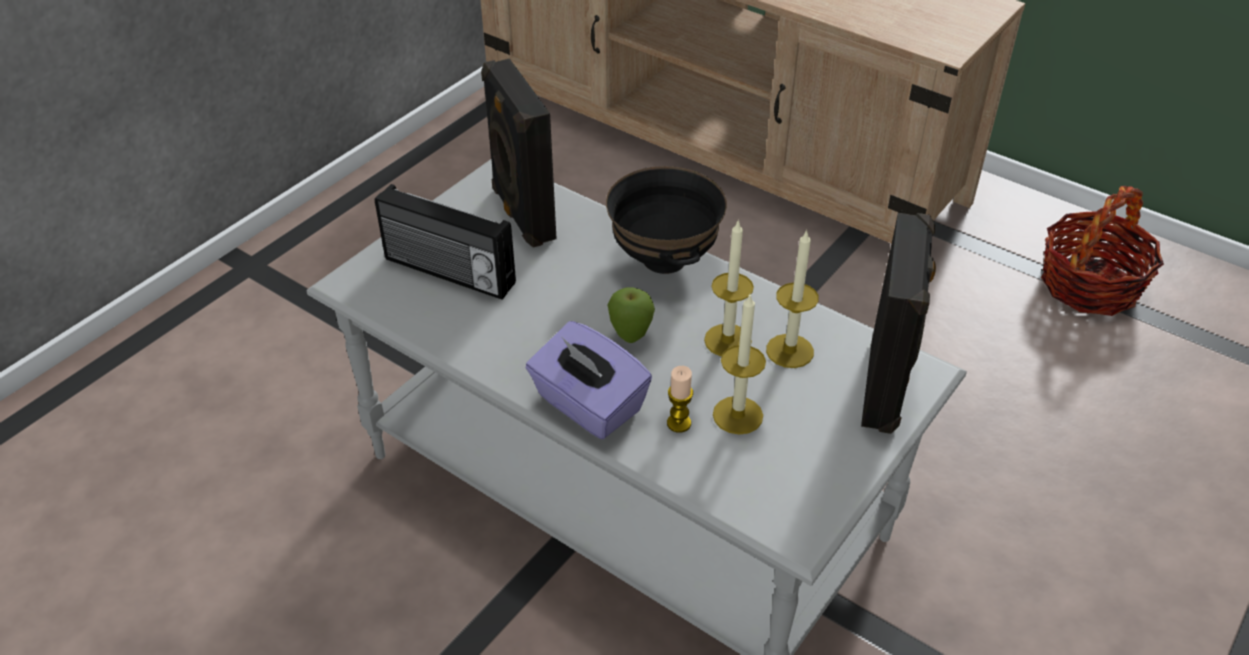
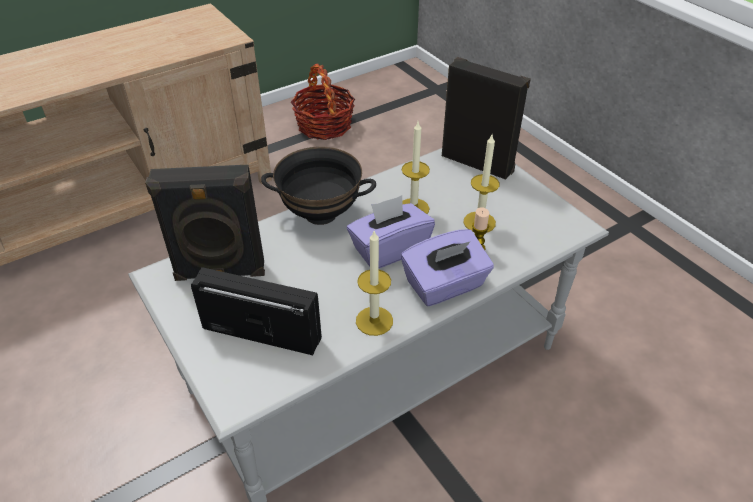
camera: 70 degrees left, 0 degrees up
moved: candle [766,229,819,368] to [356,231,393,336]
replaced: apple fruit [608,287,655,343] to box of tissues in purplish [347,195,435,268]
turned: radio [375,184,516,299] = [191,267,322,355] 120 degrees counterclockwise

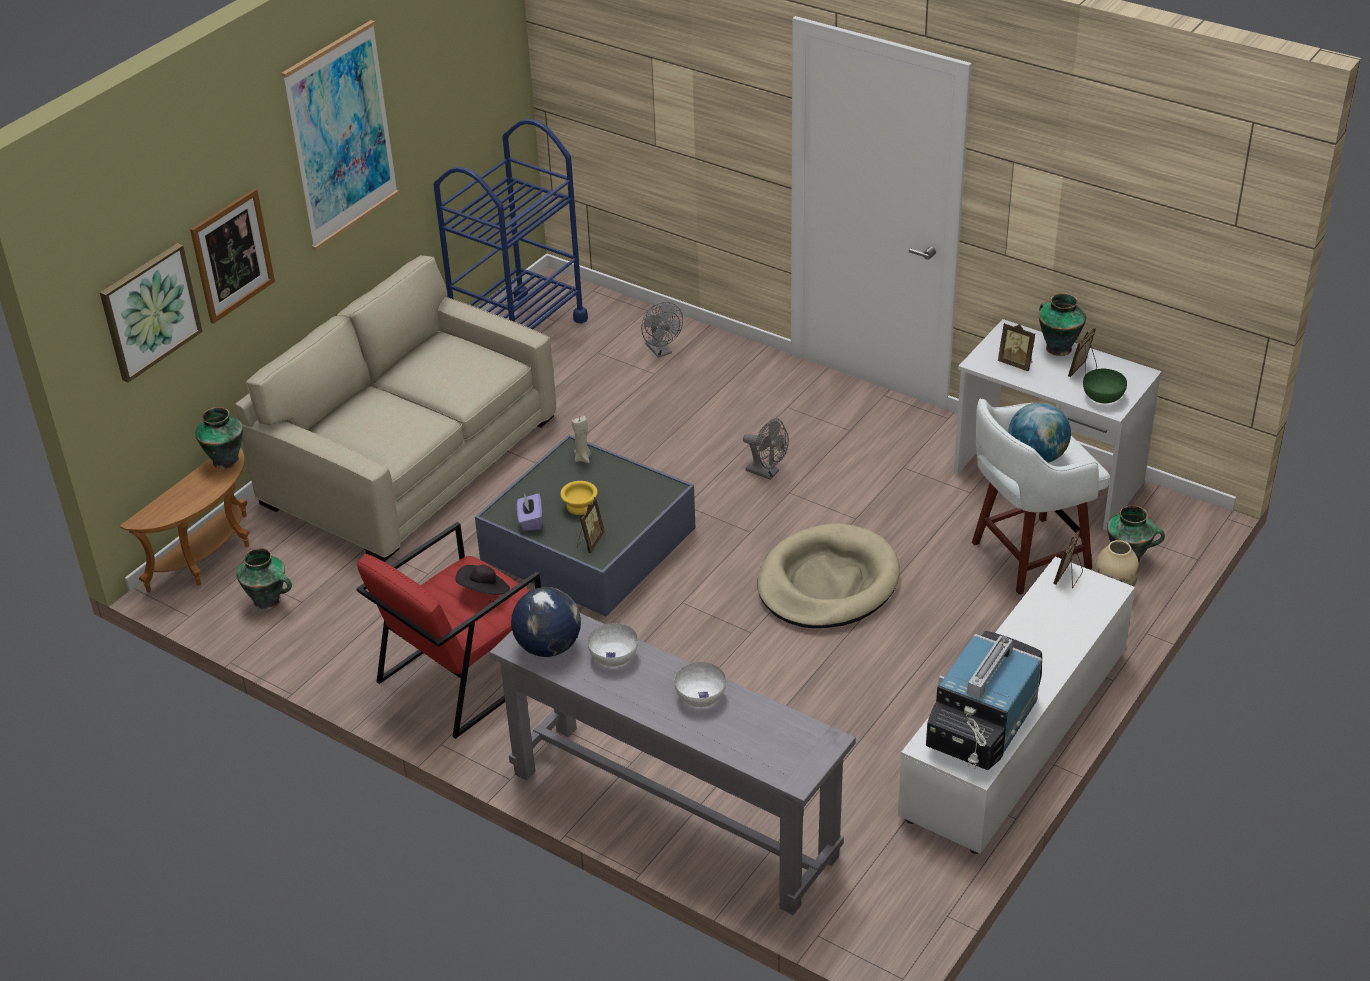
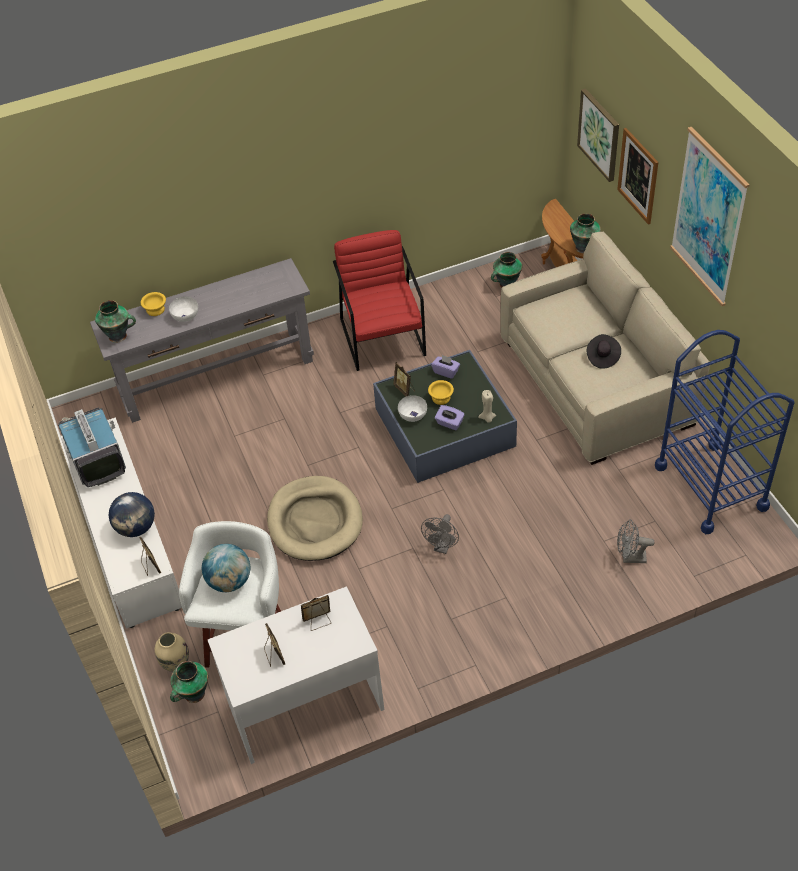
camera: 125 degrees right, 10 degrees up
removed: bowl in green [1083,368,1127,403]
added: bowl in yellow [141,292,166,316]; box of tissues in purplish [435,405,465,430]
moved: clothing hat in blackish [455,565,510,595] to [587,334,621,369]; desk globe [511,587,581,657] to [109,492,155,537]; bowl in white-coloured [588,623,638,667] to [398,395,427,422]; vase [1039,293,1086,356] to [95,300,136,343]
turned: cooling fan in grey [743,418,789,480] = [421,514,459,554] 45 degrees counterclockwise

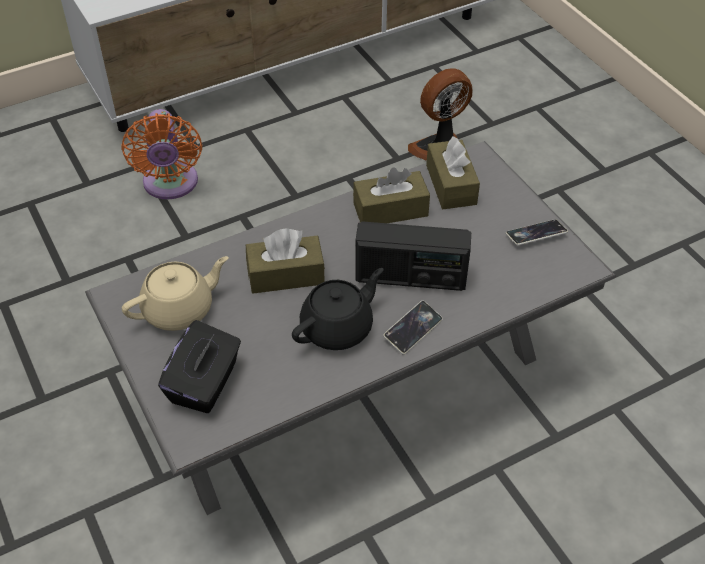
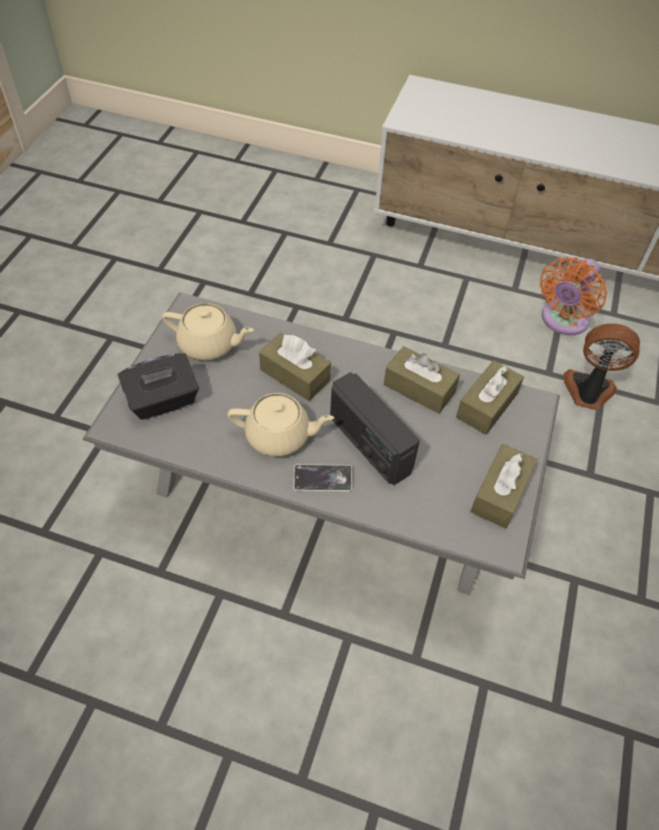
camera: 45 degrees right, 5 degrees up
moved: cooling fan in orange [121,109,202,199] to [539,257,607,335]
replaced: phone [506,219,568,246] to box of tissues in brownish [470,444,538,529]
recoloured: teapot in blackish [292,268,384,350] to teapot in sand-coloured [227,393,334,456]

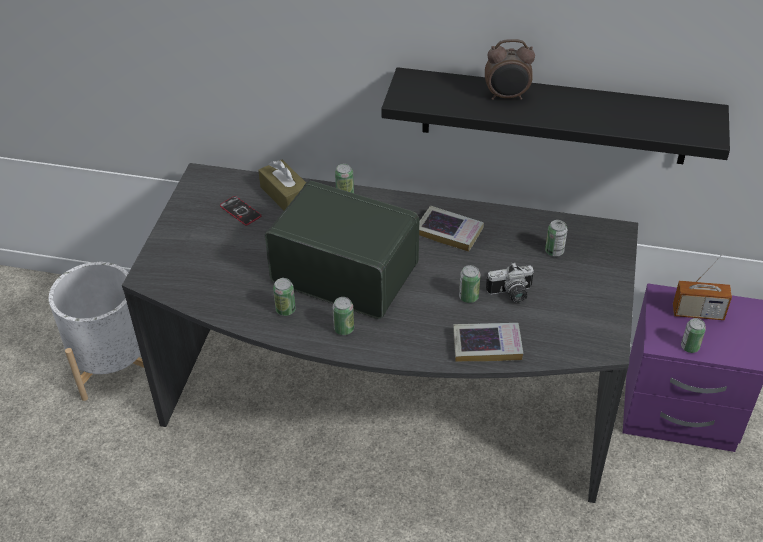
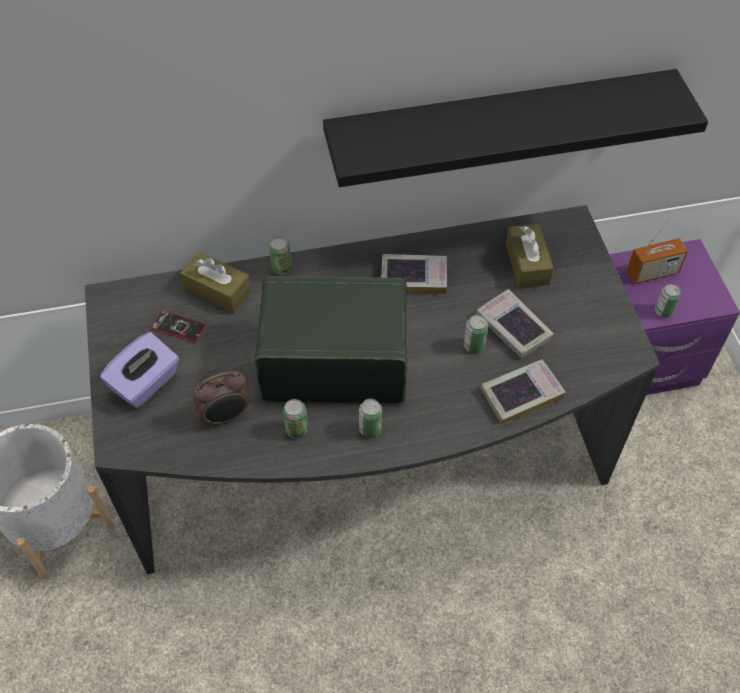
camera: 25 degrees left, 10 degrees up
added: box of tissues in purplish [100,332,179,408]
moved: bedside clock [485,39,535,100] to [193,371,249,428]
replaced: photo camera [486,262,534,303] to volume [476,289,554,358]; can [545,220,568,257] to box of tissues in brownish [506,224,554,289]

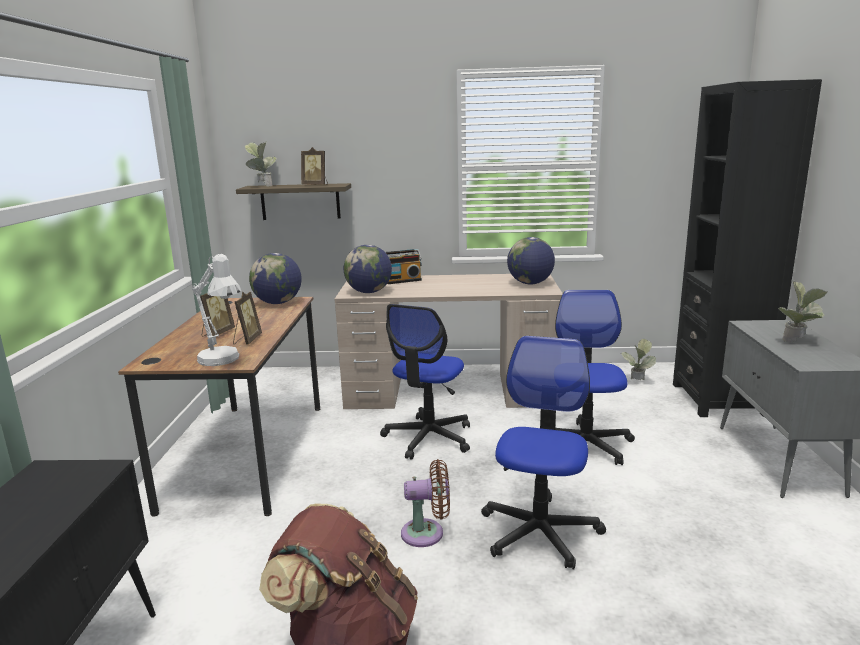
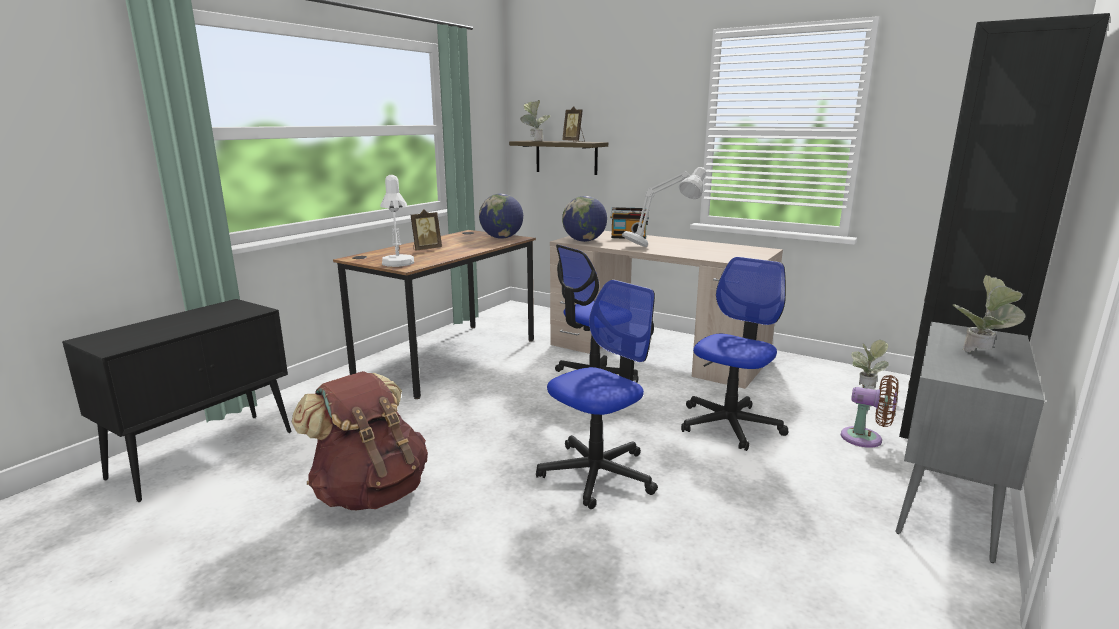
camera: 30 degrees right, 0 degrees up
removed: standing frame [233,291,262,345]; desk globe [507,237,555,284]
added: table lamp in grey [622,167,706,247]
moved: cooling fan in brownish [401,459,450,547] to [841,375,899,448]

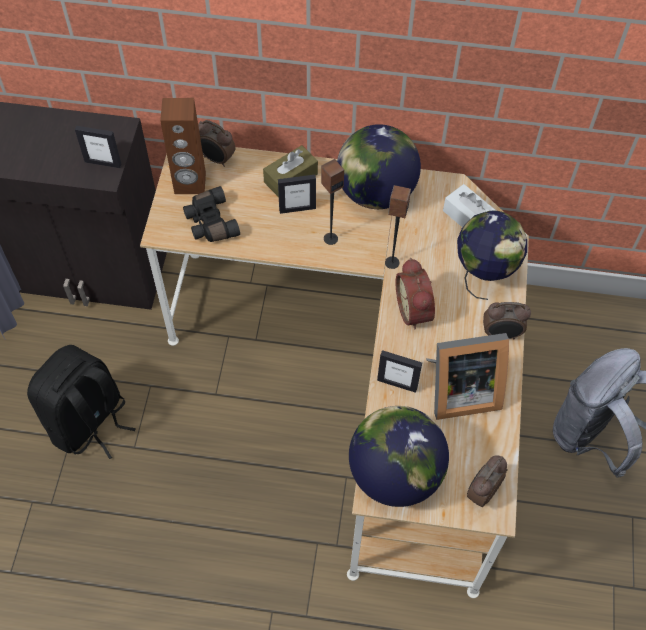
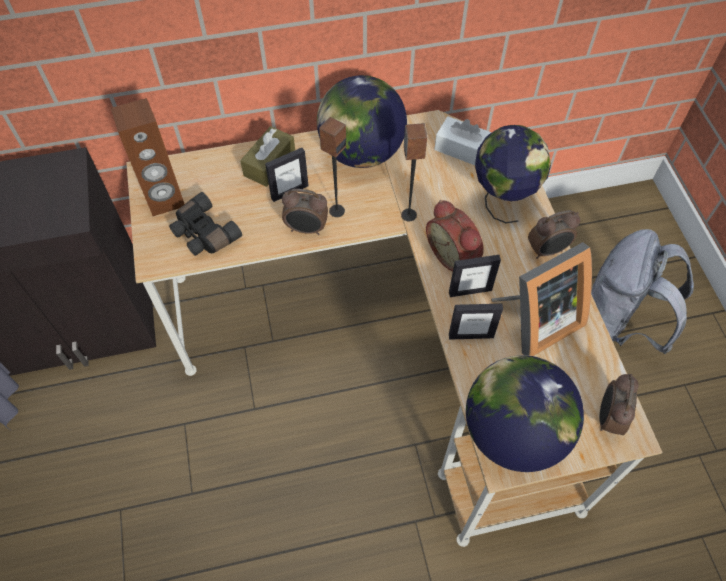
camera: 20 degrees left, 0 degrees up
removed: knapsack in blackish [27,345,136,459]
moved: standing frame [75,126,121,168] to [449,255,501,297]; bedside clock [198,120,236,167] to [282,189,328,235]

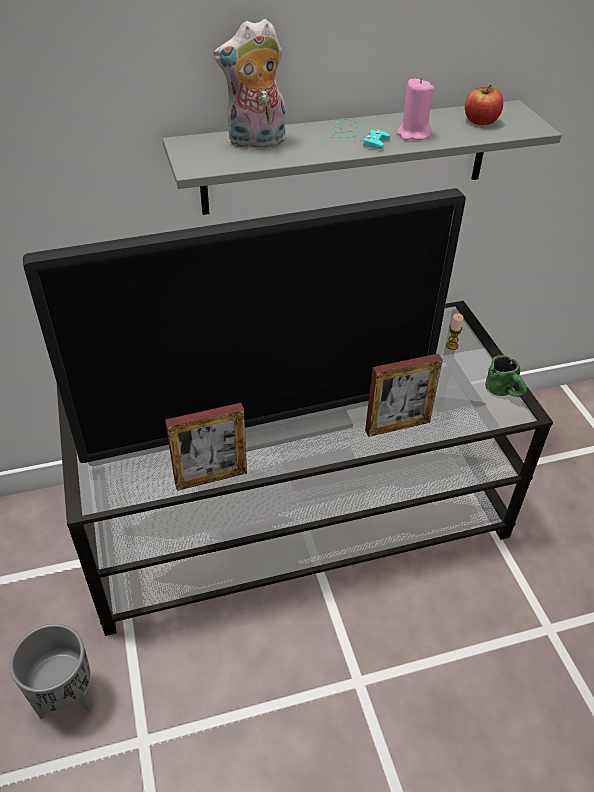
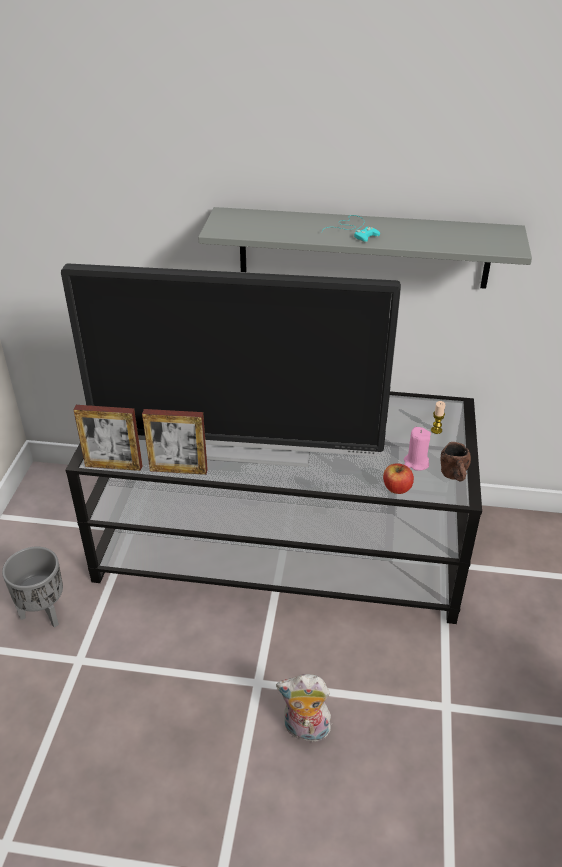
camera: 25 degrees right, 5 degrees down
moved: soft toy [214,19,286,149] to [276,674,331,746]; standing frame [365,354,443,437] to [73,405,143,471]; candle in pink [397,78,434,140] to [404,427,431,471]; apple fruit [465,85,503,125] to [383,463,414,494]
recoloured: tea mug in green [485,355,527,397] to tea mug in brownish [441,442,471,481]

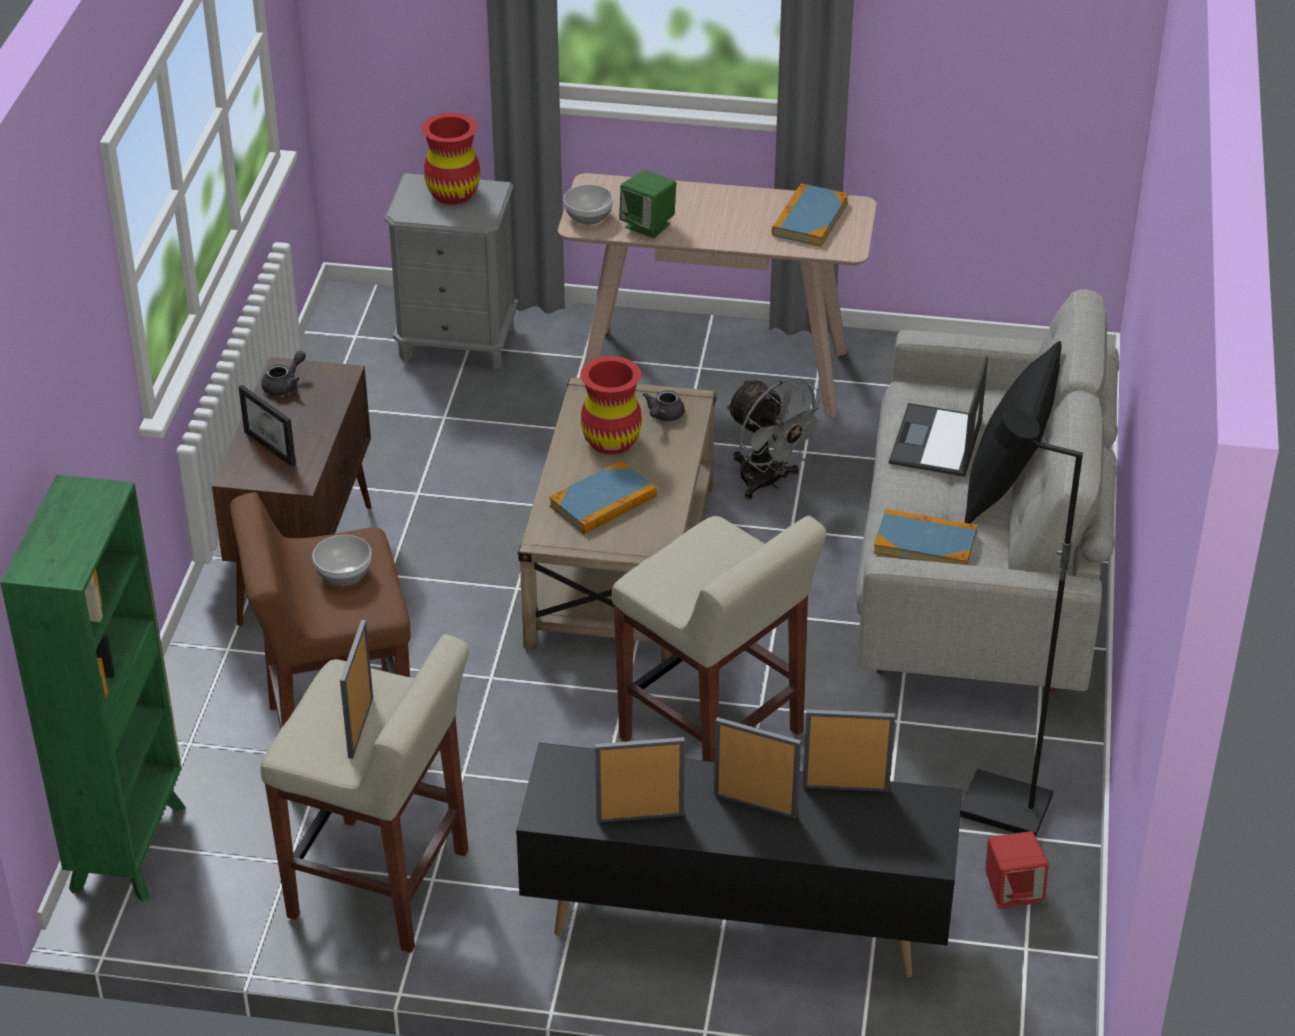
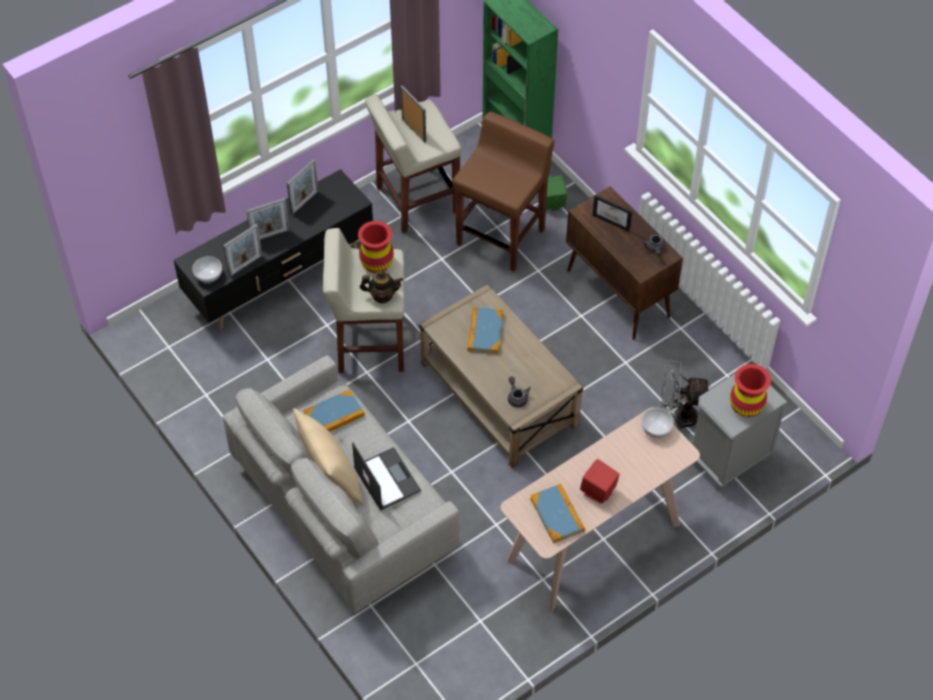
camera: 135 degrees right, 15 degrees up
removed: standing lamp in blackish [960,408,1083,836]
added: teapot [360,271,403,303]
moved: bowl [312,535,372,585] to [192,256,222,283]; vase in red [580,356,642,454] to [358,221,394,273]; loudspeaker in green [619,170,676,238] to [546,175,567,211]; cooling fan in grey [726,378,829,500] to [661,360,711,430]; loudspeaker in red [985,831,1049,909] to [580,459,620,504]
recoloured: cushion in blackish [965,341,1061,524] to cushion in sand-coloured [293,408,364,505]
turned: standing frame [239,385,296,467] = [593,194,632,232] 150 degrees counterclockwise

